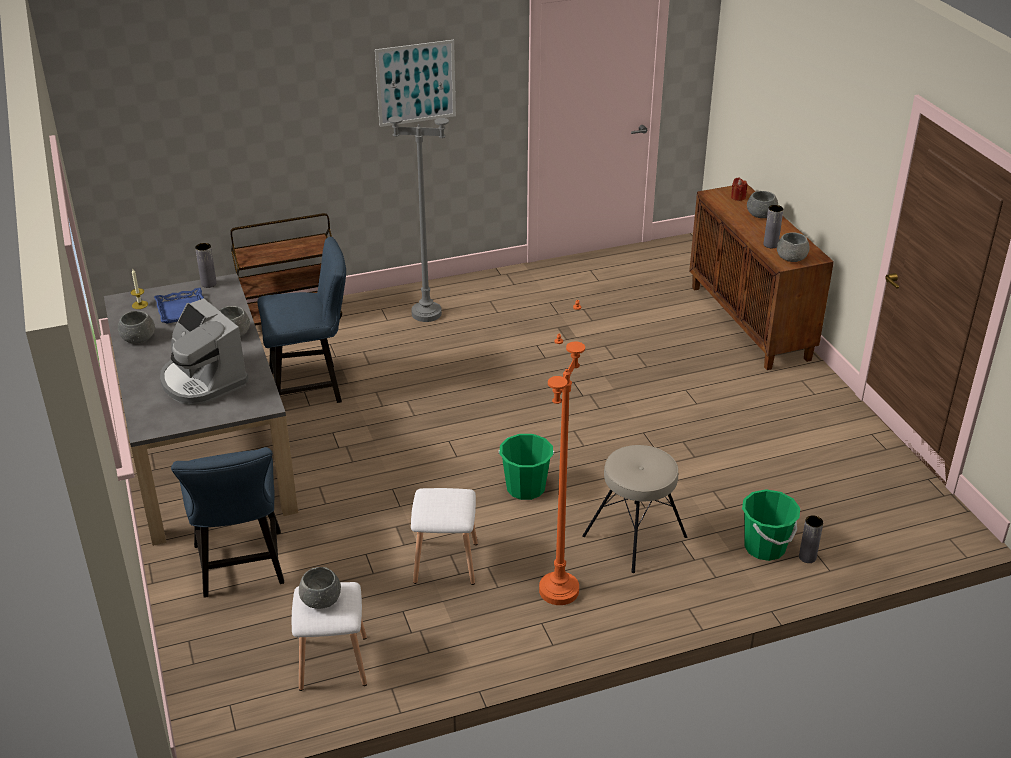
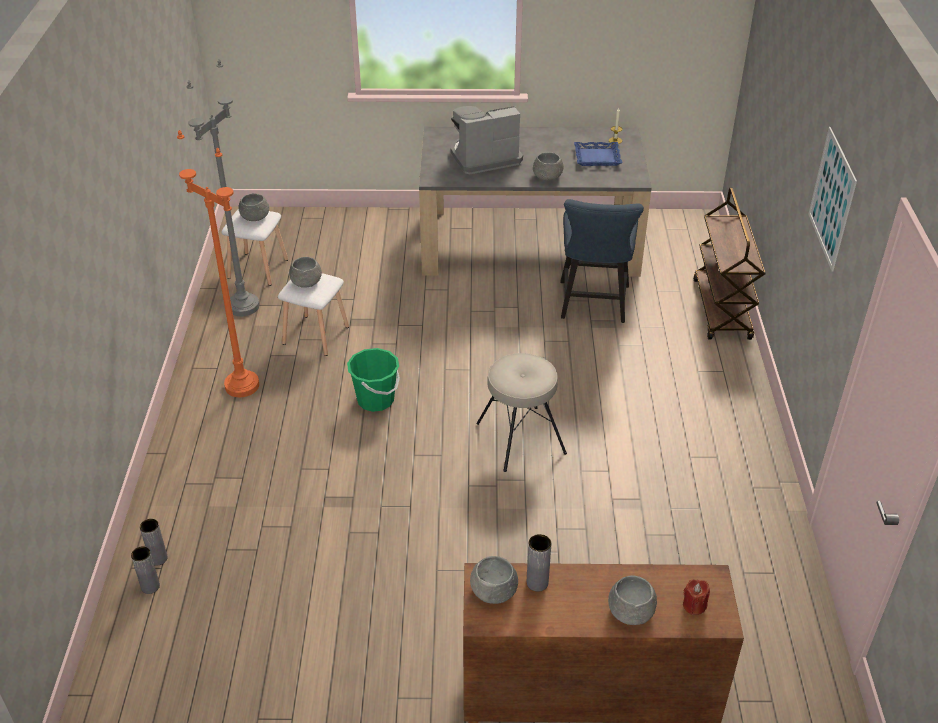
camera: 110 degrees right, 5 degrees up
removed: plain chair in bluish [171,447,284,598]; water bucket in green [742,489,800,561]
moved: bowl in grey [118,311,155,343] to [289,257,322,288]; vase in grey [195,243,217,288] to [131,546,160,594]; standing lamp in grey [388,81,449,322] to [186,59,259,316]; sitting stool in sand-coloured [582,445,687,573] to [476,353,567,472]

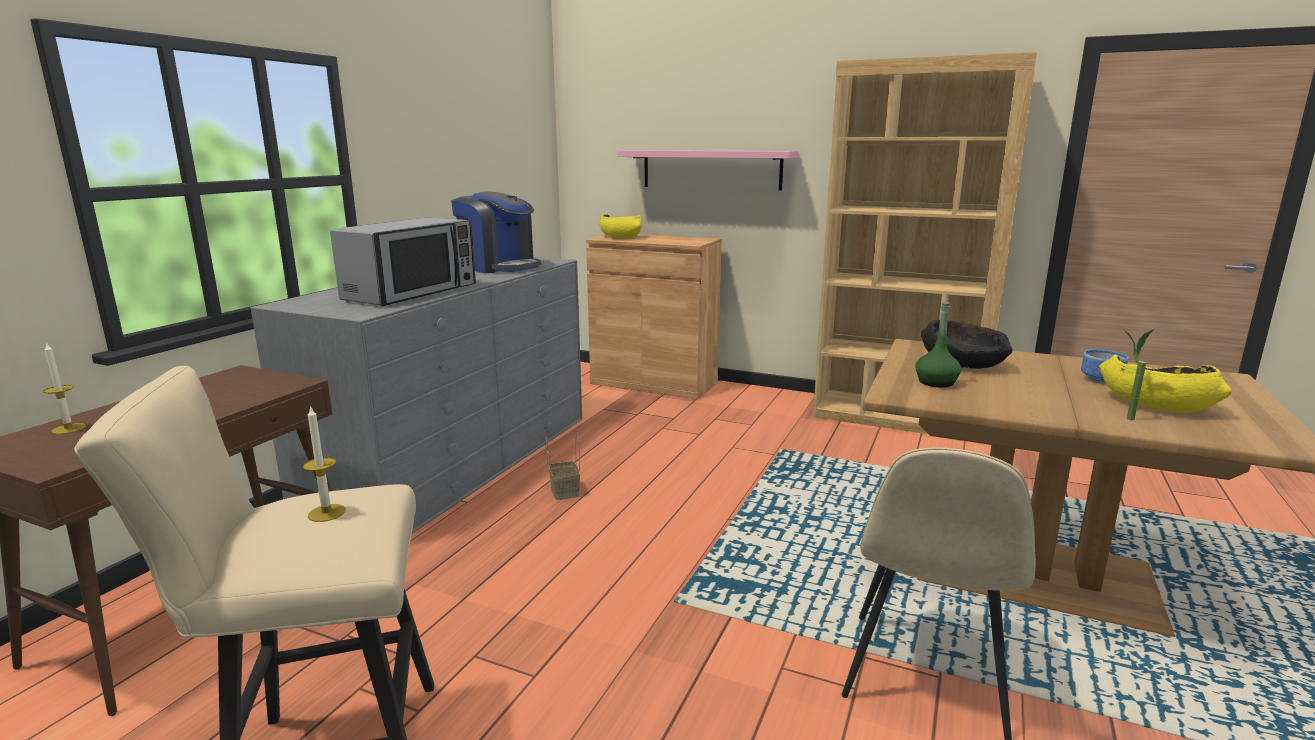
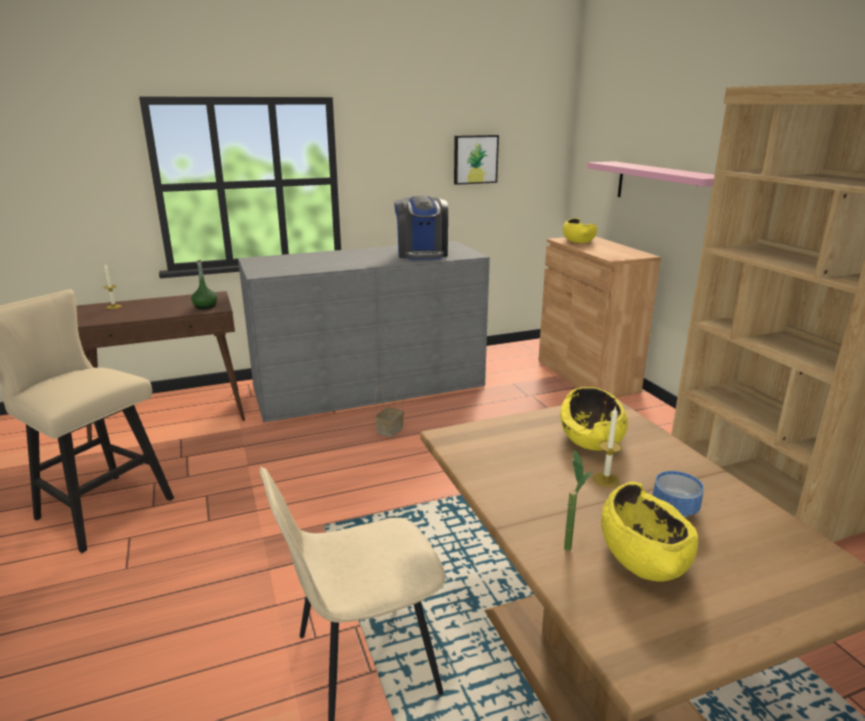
camera: 45 degrees right, 5 degrees up
removed: microwave oven [330,218,476,306]
added: wall art [454,135,499,185]
moved: candle [303,405,346,522] to [593,406,622,487]; drink bottle in green [915,302,961,388] to [191,260,217,309]
recoloured: bowl in blackish [921,320,1013,369] to bowl in yellow [560,387,628,451]

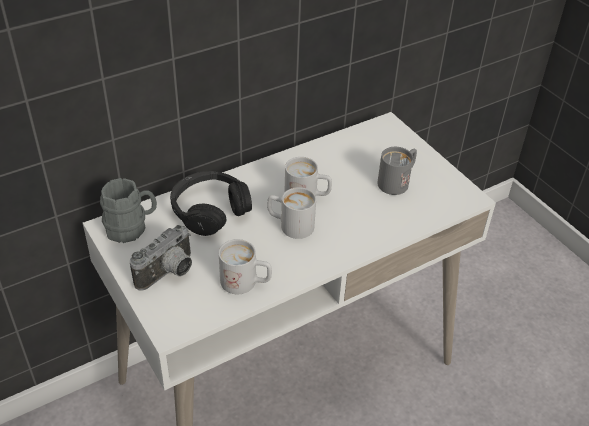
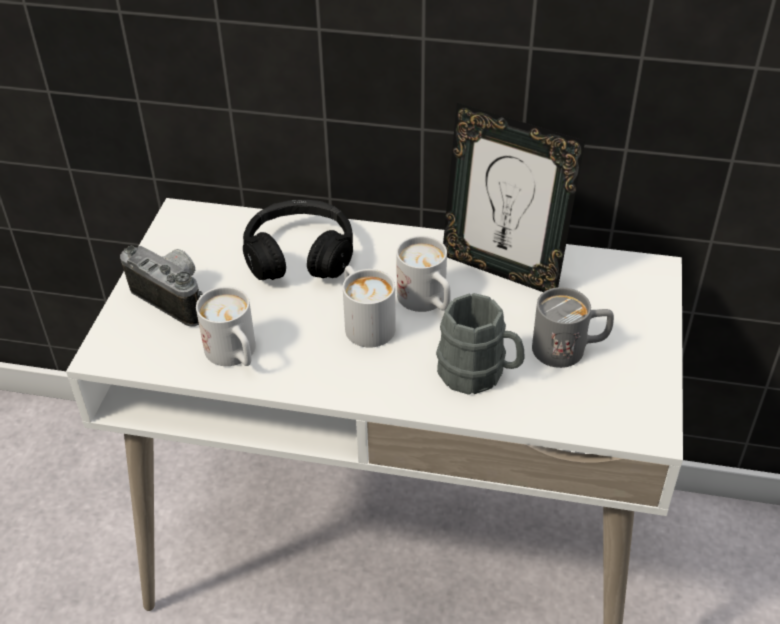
camera: 45 degrees right, 0 degrees up
added: standing frame [443,103,585,292]
moved: tea mug in grey [100,178,157,243] to [436,293,525,395]
turned: photo camera [130,225,192,291] = [120,246,202,327] 135 degrees counterclockwise

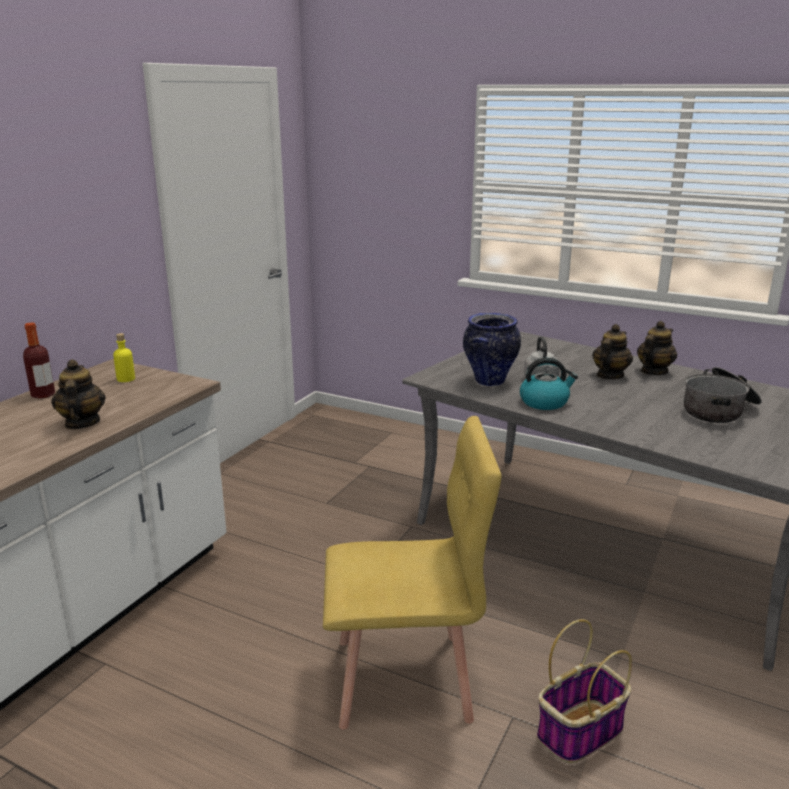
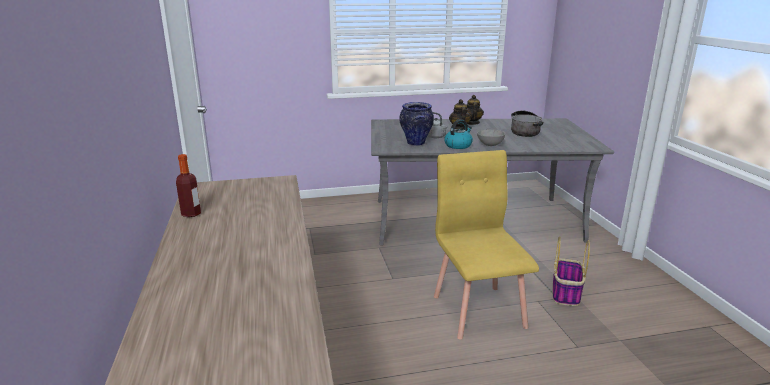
camera: 40 degrees left, 0 degrees up
removed: teapot [51,359,106,429]; drink bottle in yellow [113,333,135,382]
added: bowl in grey [477,129,505,146]
turned: plain chair in yellow [323,416,501,730] = [434,150,539,340] 60 degrees counterclockwise

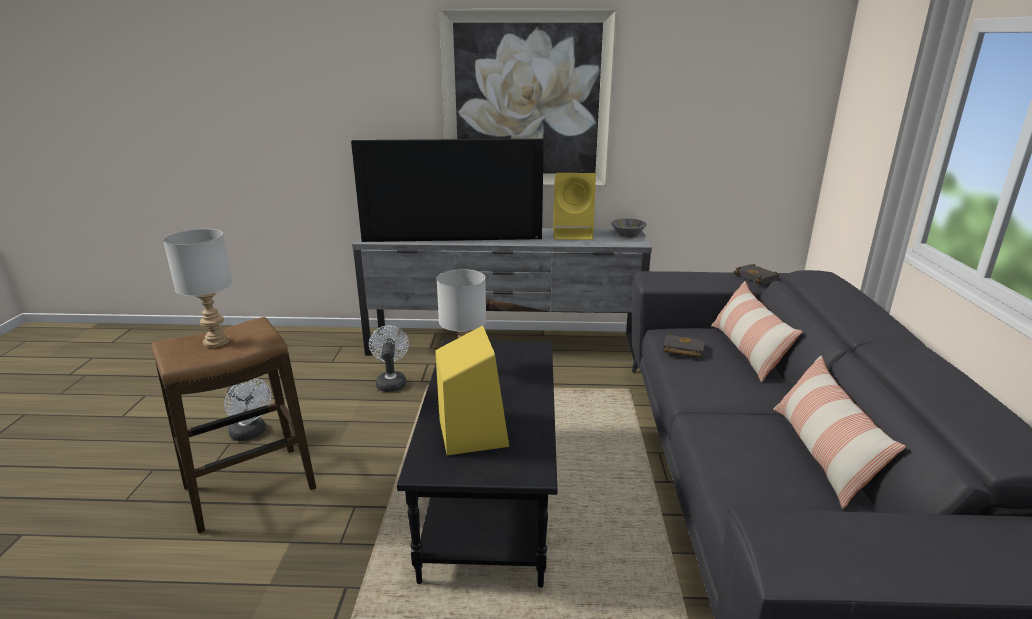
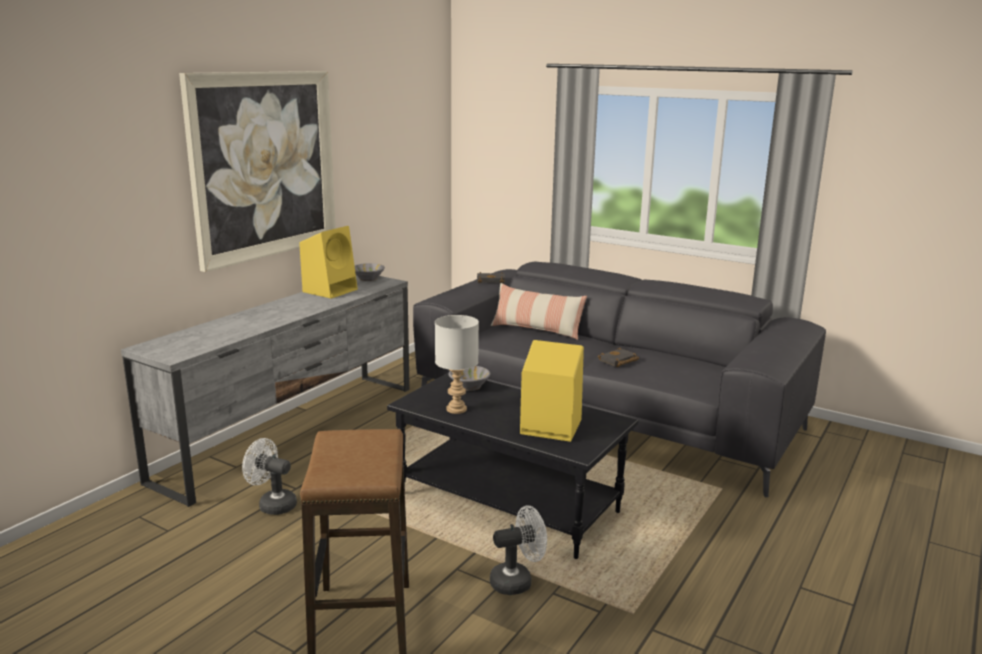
camera: 60 degrees left, 5 degrees down
removed: table lamp in grey [163,229,233,348]; TV set [351,139,544,242]; cushion [773,356,906,509]
added: bowl in grey [448,366,490,391]
moved: cooling fan in white-coloured [224,378,271,441] to [490,506,547,595]; volume in blackish [663,334,705,358] to [598,348,639,367]

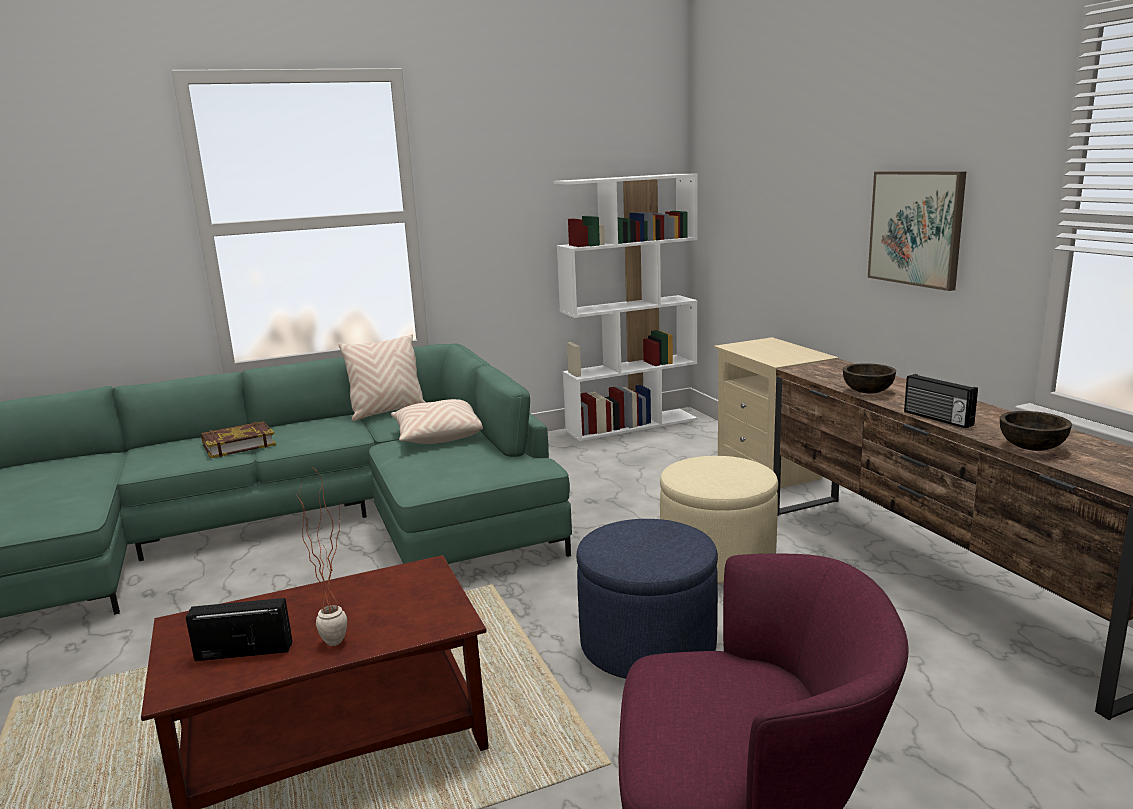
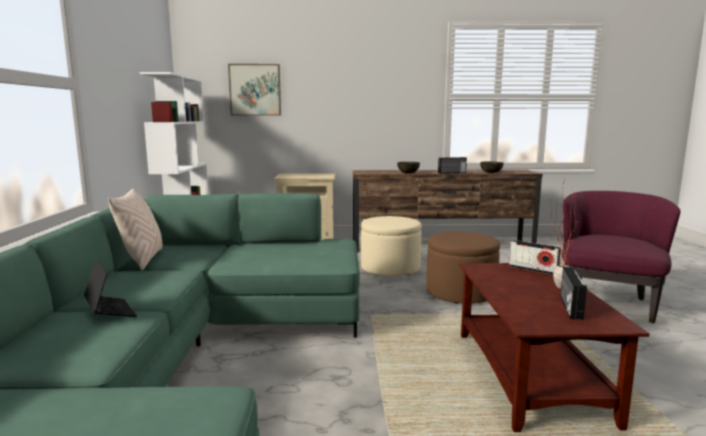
camera: 70 degrees left, 5 degrees down
removed: cushion in sand-coloured [391,399,483,444]
added: radio [509,240,561,275]
moved: wall art [868,171,966,291] to [228,64,281,116]
replaced: volume [201,421,276,458] to notebook computer [84,259,137,317]
recoloured: pouffe in bluish [576,519,718,679] to pouffe in brownish [426,232,500,304]

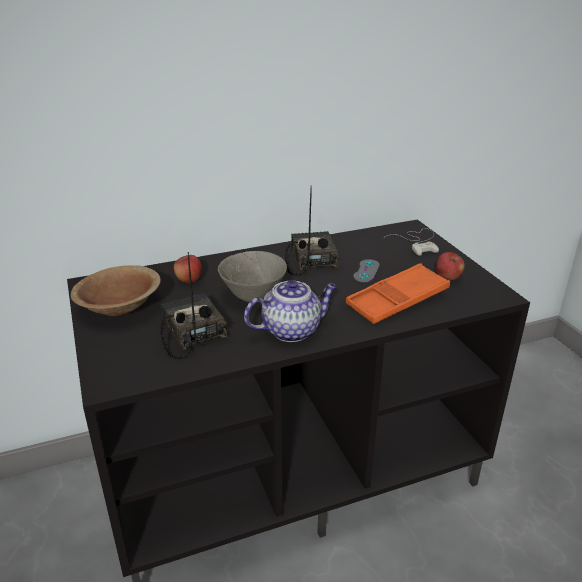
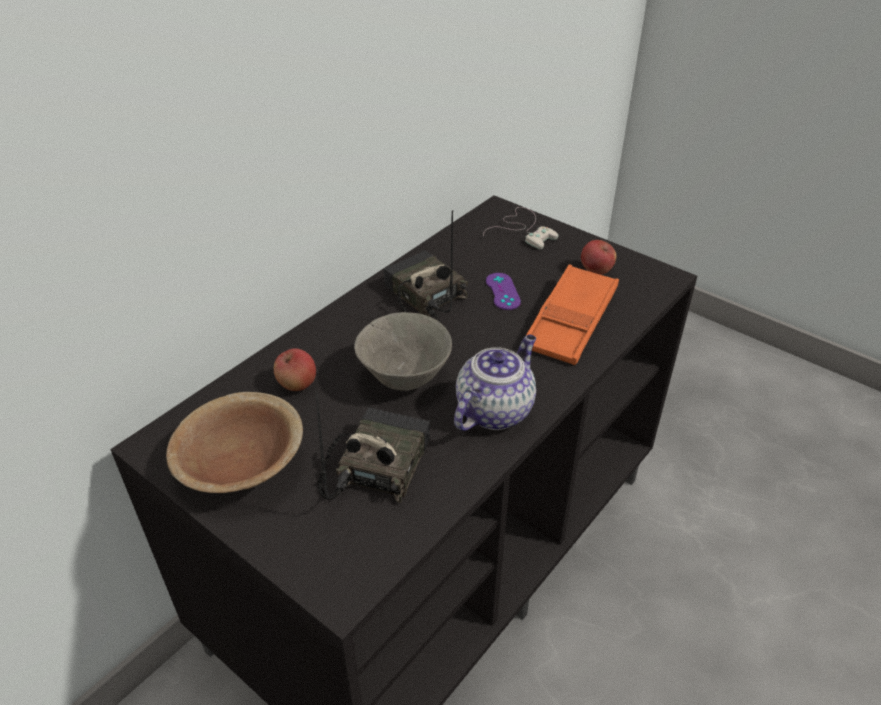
camera: 30 degrees left, 10 degrees up
recoloured: game controller in grey [353,259,380,282] to game controller in purplish [486,273,521,310]
turned: radio [160,252,227,359] = [315,391,430,503] 75 degrees clockwise

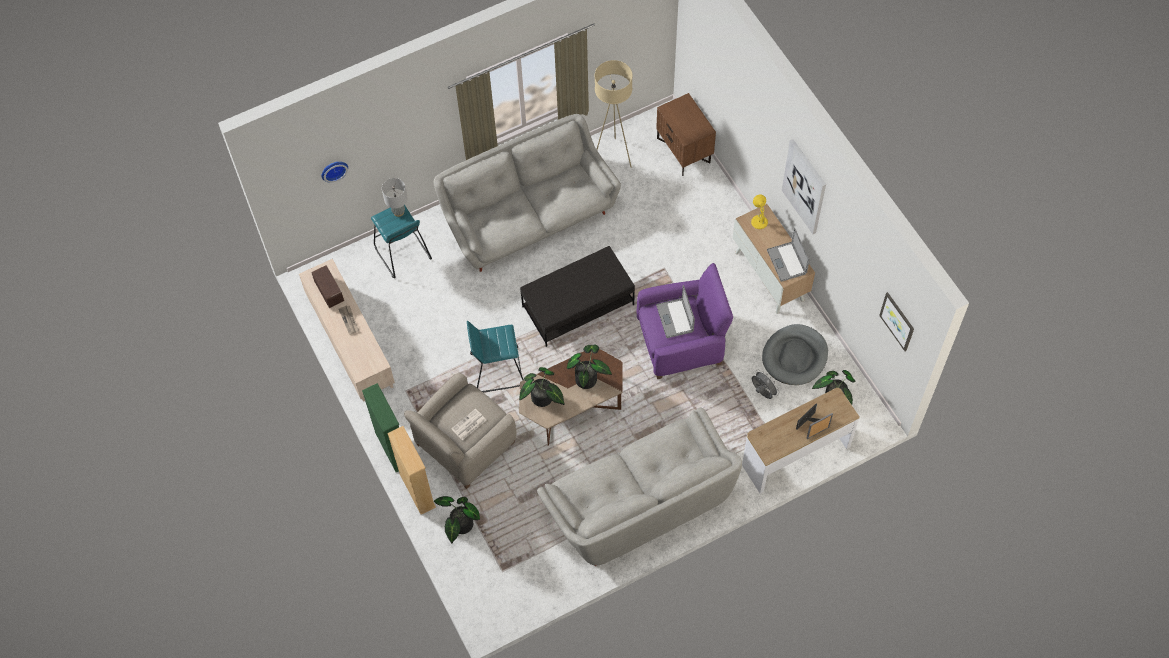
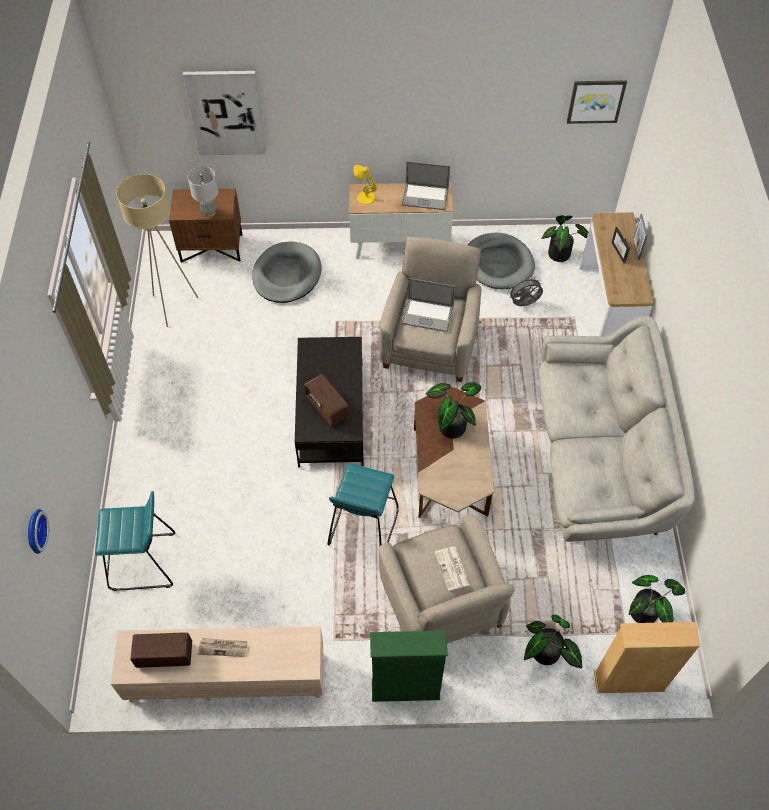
camera: 65 degrees left, 5 degrees down
removed: couch in grey [434,114,621,272]
added: dog bed in grey [252,241,322,303]; radio [304,374,349,427]
moved: table lamp in grey [382,178,408,217] to [188,166,218,217]; shelving unit in sand-coloured [387,426,436,515] to [594,622,701,693]; potted plant [519,367,565,407] to [629,575,685,623]; wall art [782,139,826,234] to [183,71,266,155]
recoloured: armchair in purplish [637,263,733,379] to armchair in sand-coloured [380,236,481,382]

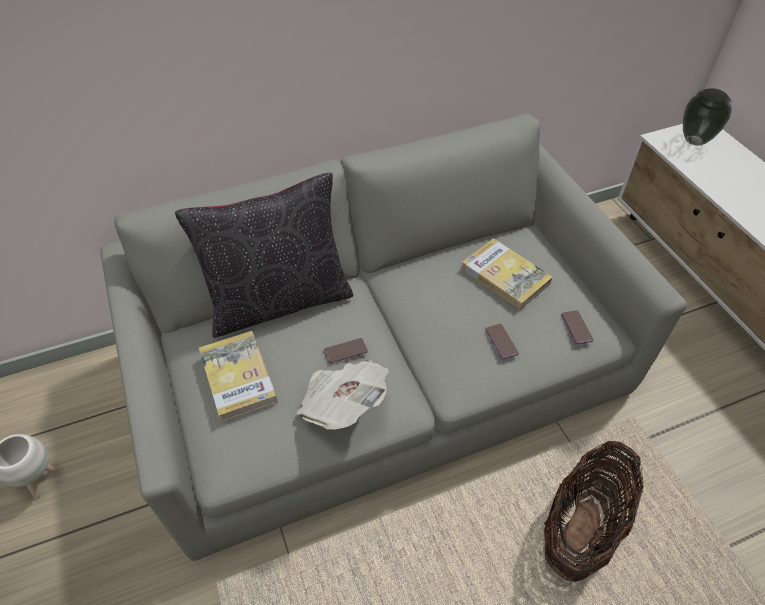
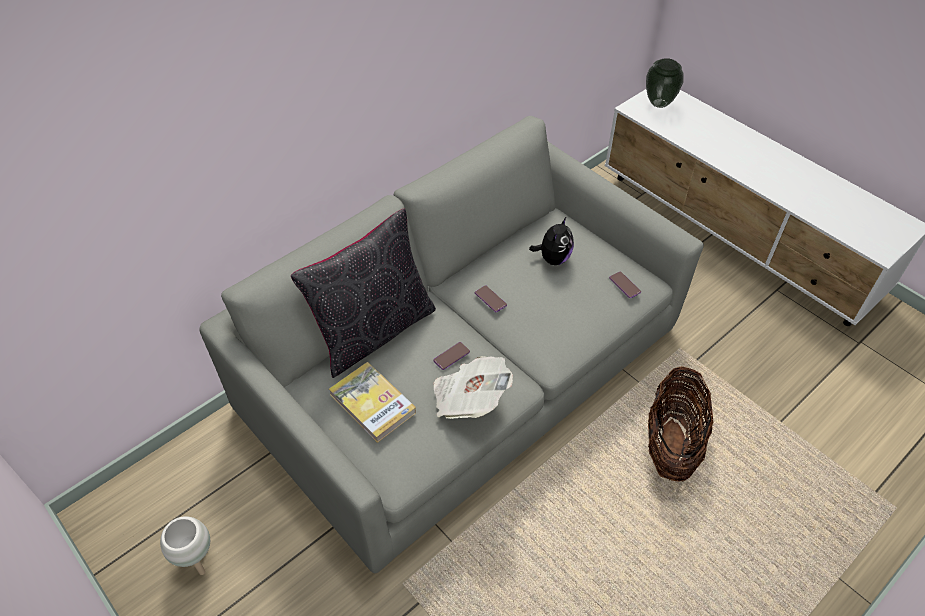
camera: 20 degrees left, 0 degrees up
moved: phone [485,324,519,359] to [475,285,507,312]
replaced: volume [461,238,553,310] to soft toy [529,216,574,265]

